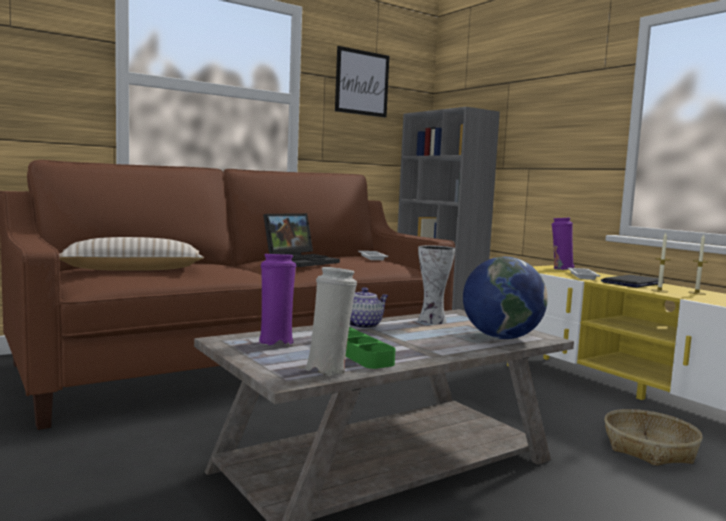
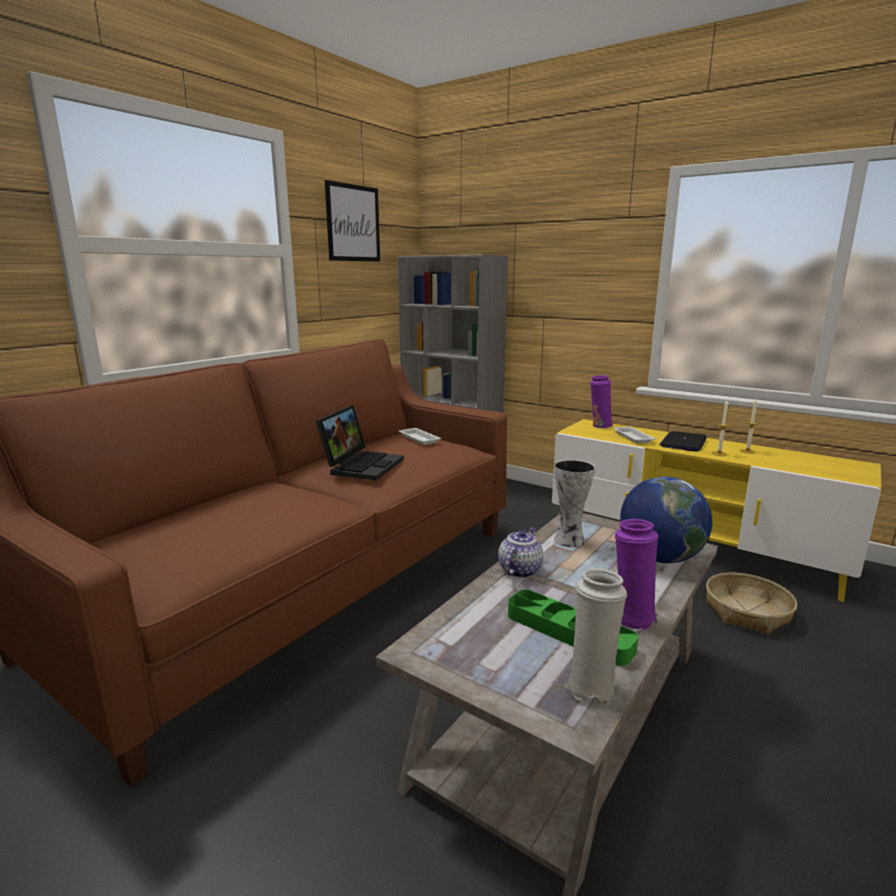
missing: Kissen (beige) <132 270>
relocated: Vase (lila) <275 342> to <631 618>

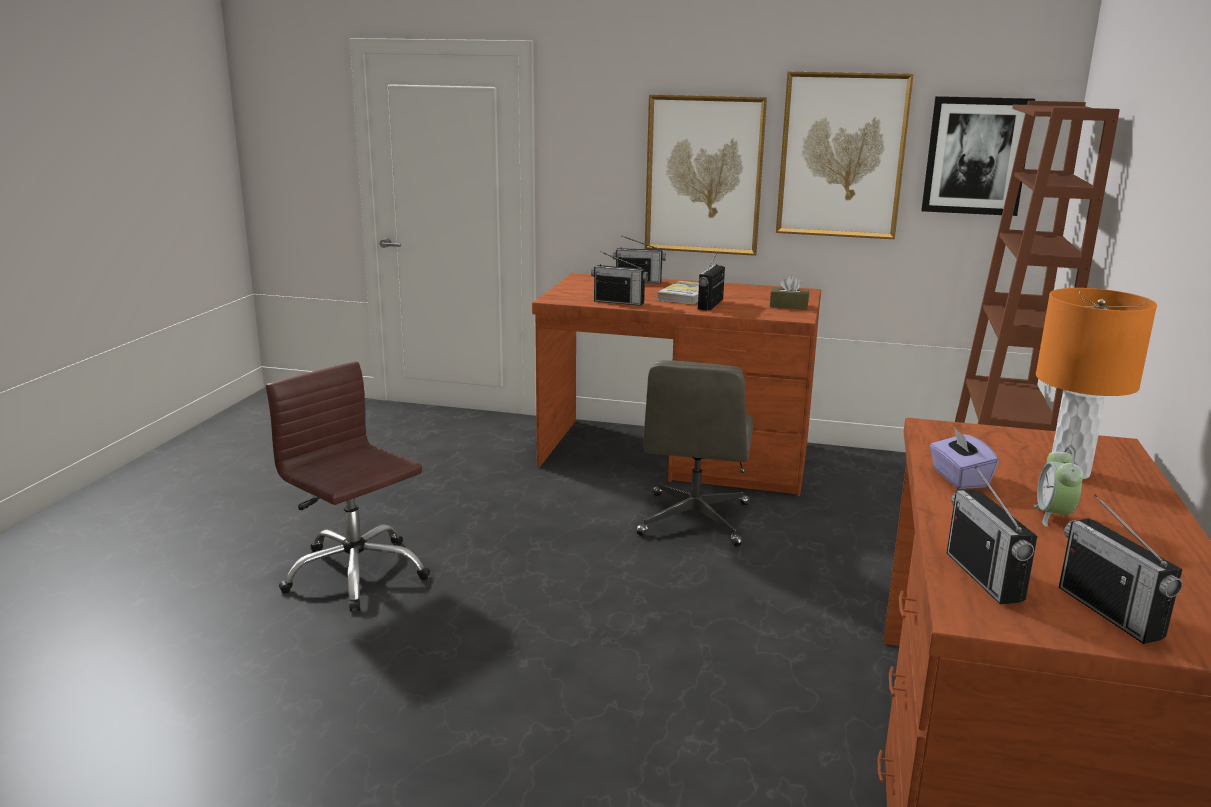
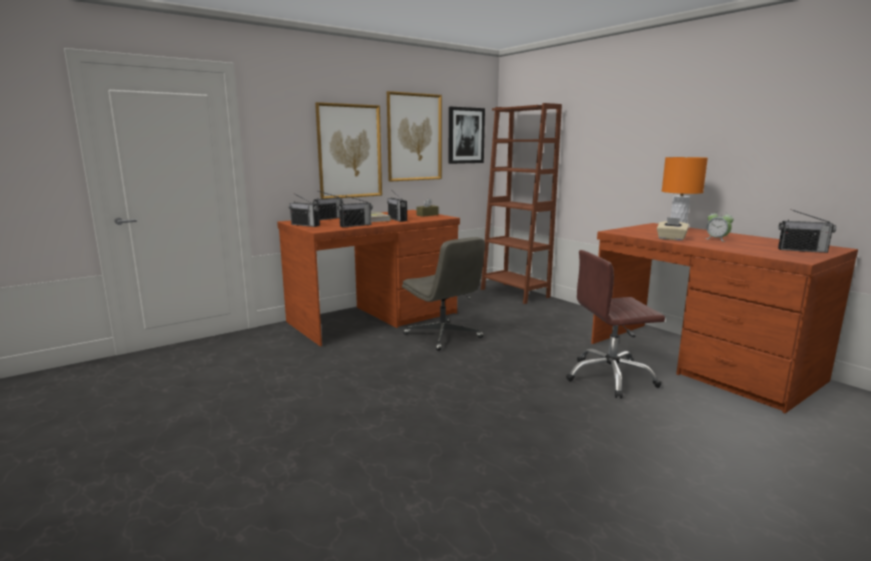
relocated: Radio <984 577> to <305 225>; Bürostuhl (braun) <355 573> to <610 377>
colour: Taschentuchbox (lila) <959 478> to Taschentuchbox (beige) <671 239>

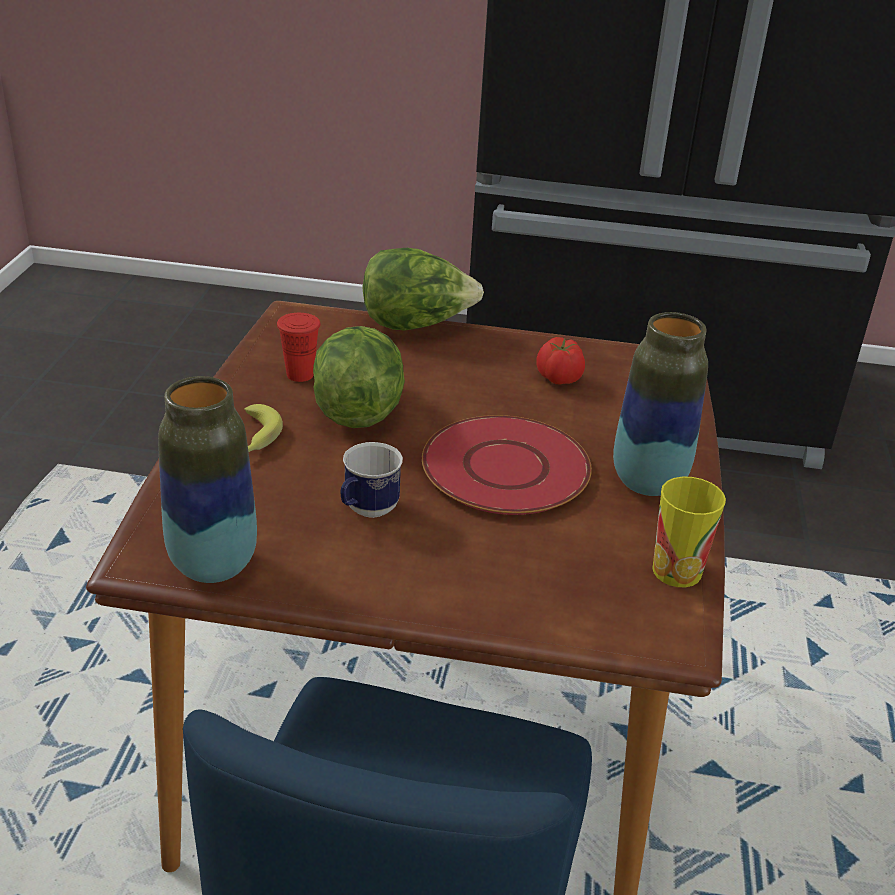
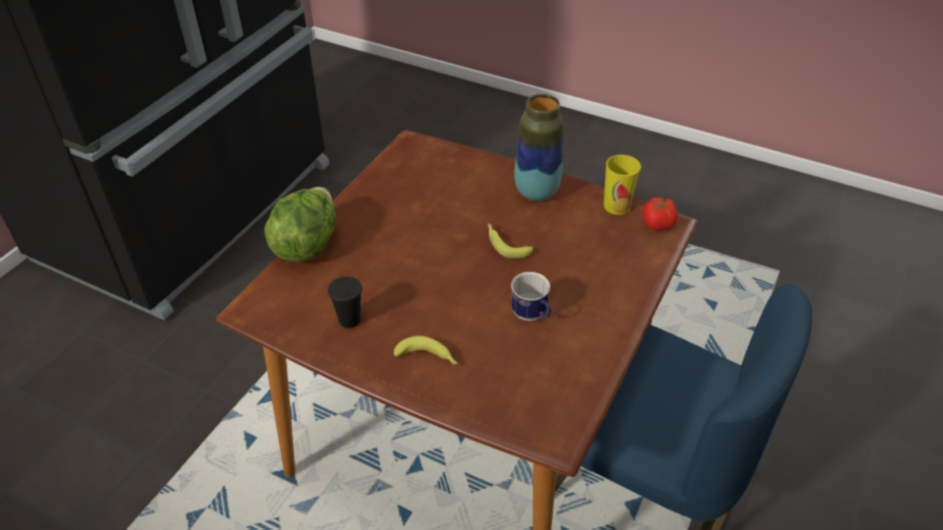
missing: Vase <213 565>; Salatkopf <358 409>
relocated: Tomate <558 379> to <658 224>
exchanged: Teller (rot) <506 468> to Banane <505 244>
colour: Tasse (rot) <300 374> to Tasse (schwarz) <349 320>

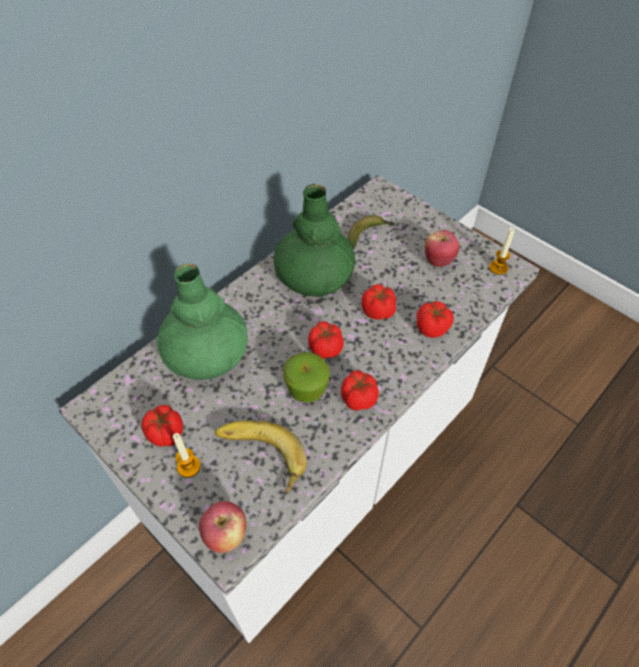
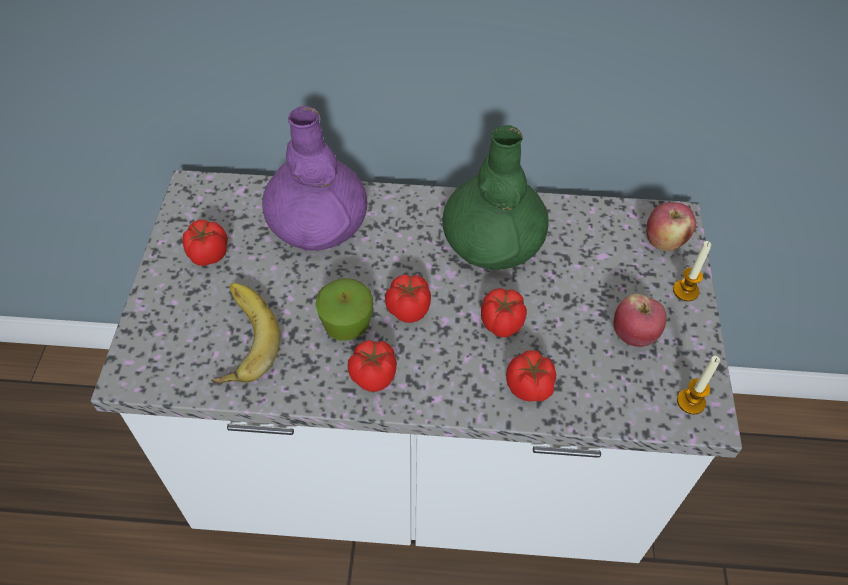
missing: Banane <368 234>
relocated: Apfel <226 535> to <663 241>; Kerze <189 466> to <685 291>
colour: Vase (grün) <207 352> to Vase (lila) <318 222>

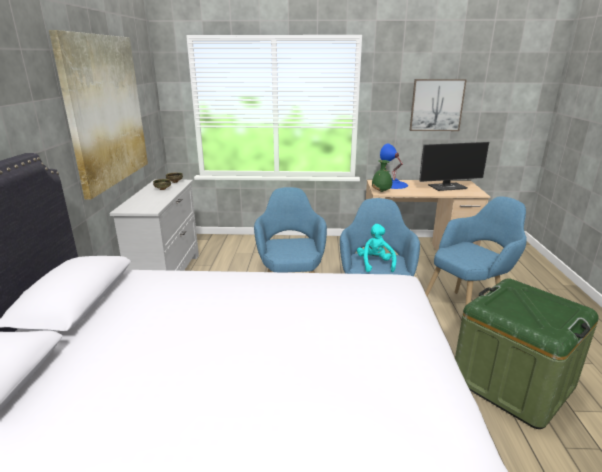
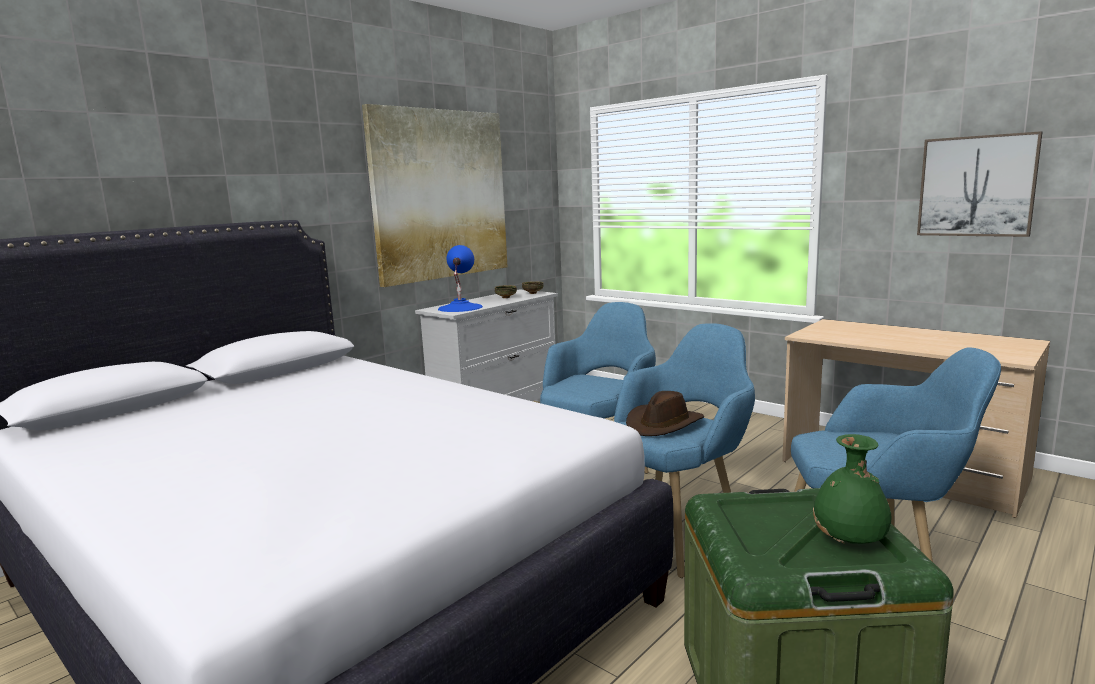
missing: Monitor <448 187>
relocated: Tischlampe (blau) <393 184> to <460 307>; Vase (grün) <381 191> to <849 542>
exchanged: Plüschtier (türkis) <375 264> to Hut (braun) <664 424>

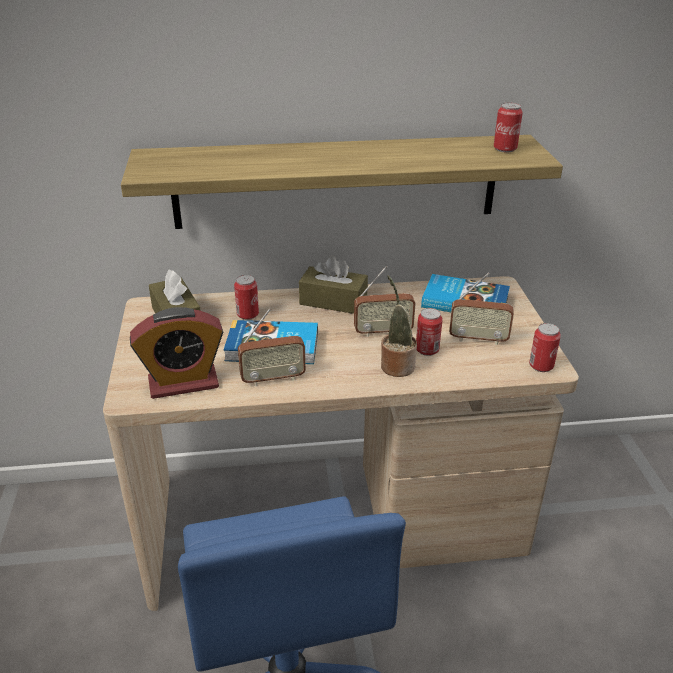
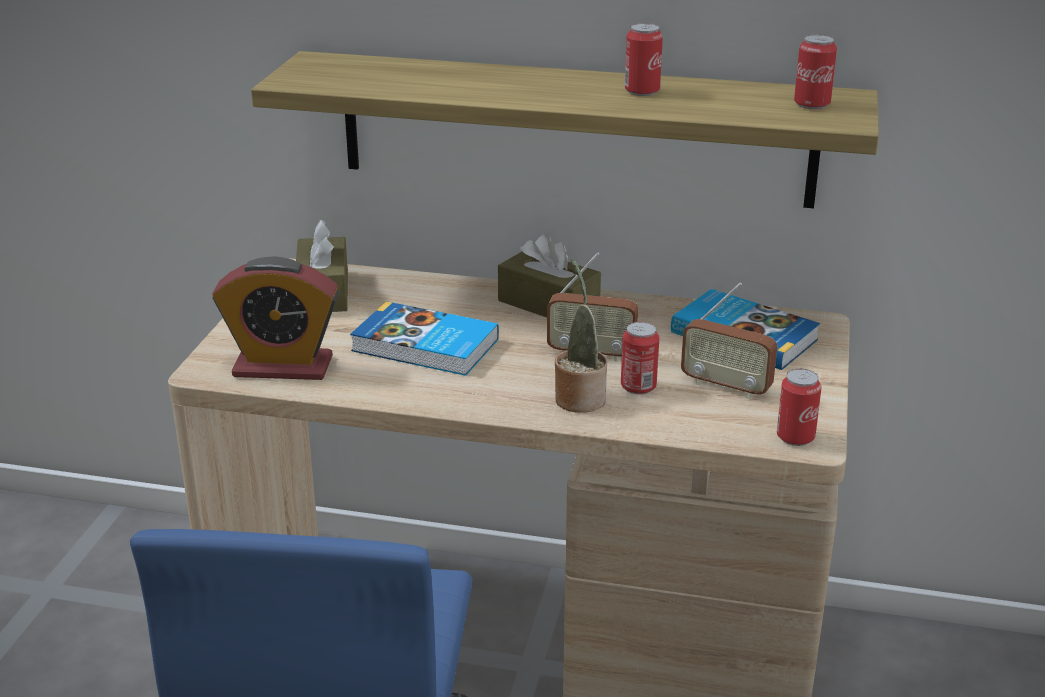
missing: Radio <273 378>
relocated: Dose <247 315> to <642 91>

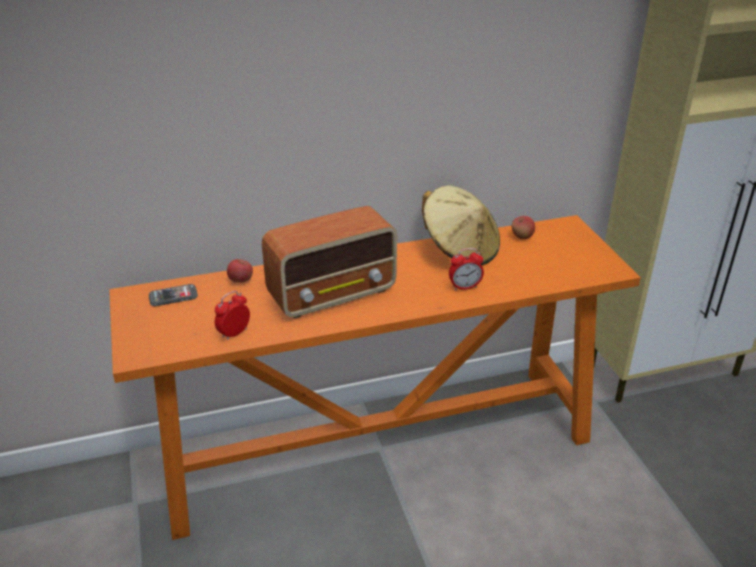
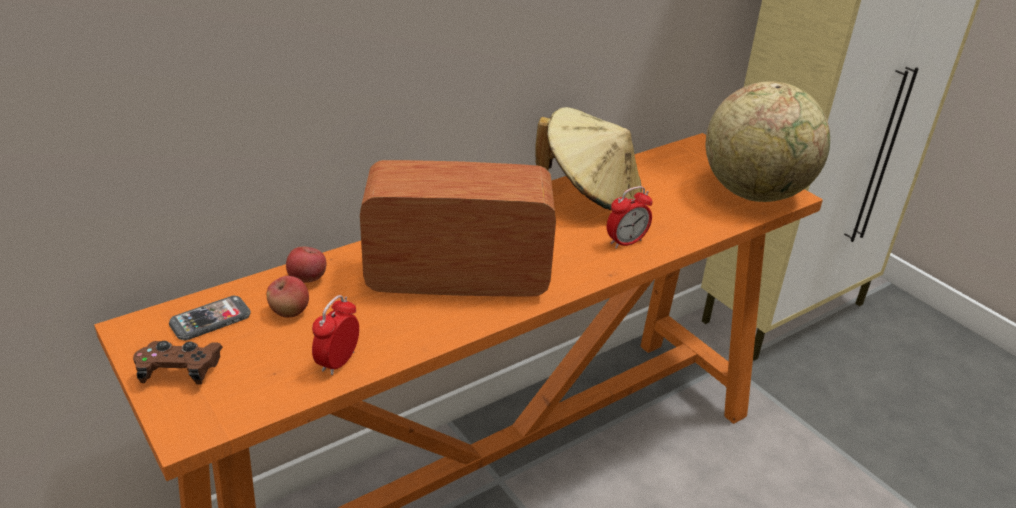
appeared: Gamepad (braun) <180 371>; Globus <755 193>
relocated: Apfel <522 237> to <289 312>
spun: Radio <333 294> = <455 278> 135 degrees counterclockwise

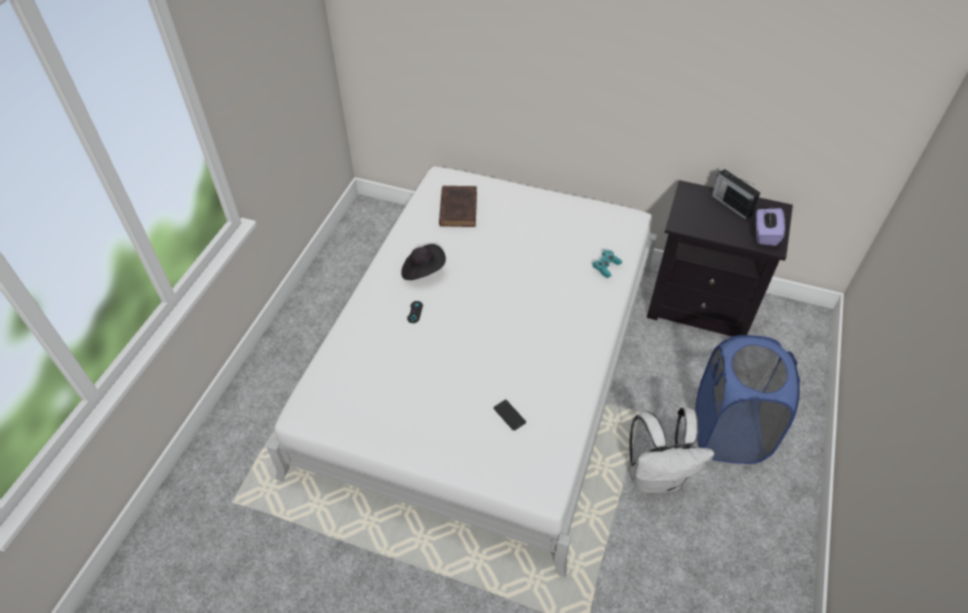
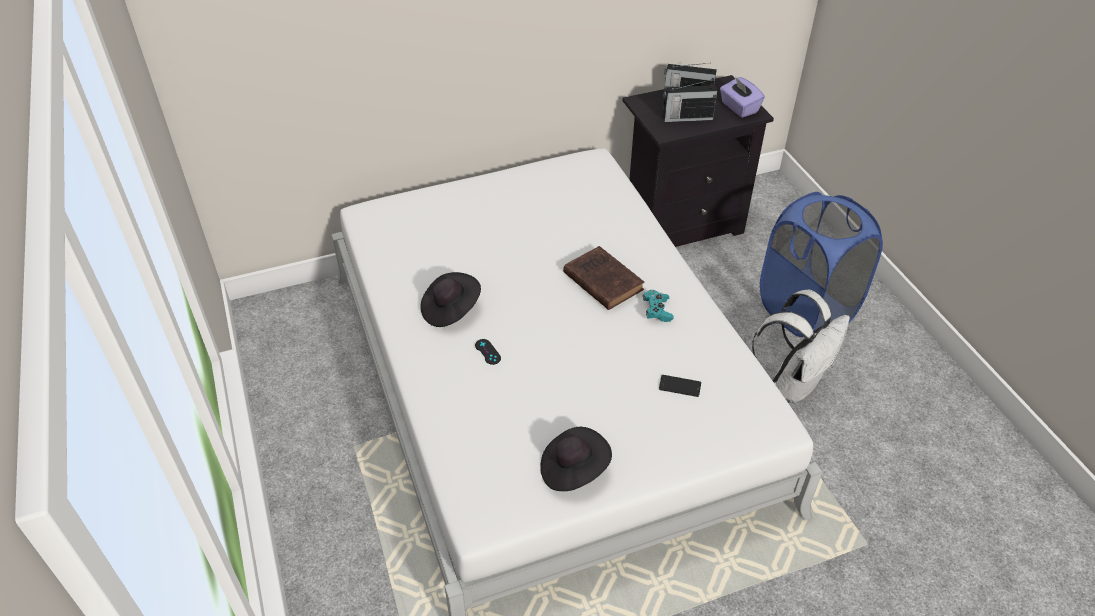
appeared: Hut (schwarz) <573 469>; Radio <686 118>
relocated: Buch (braun) <458 208> to <601 280>; Gamepad (türkis) <606 267> to <657 311>

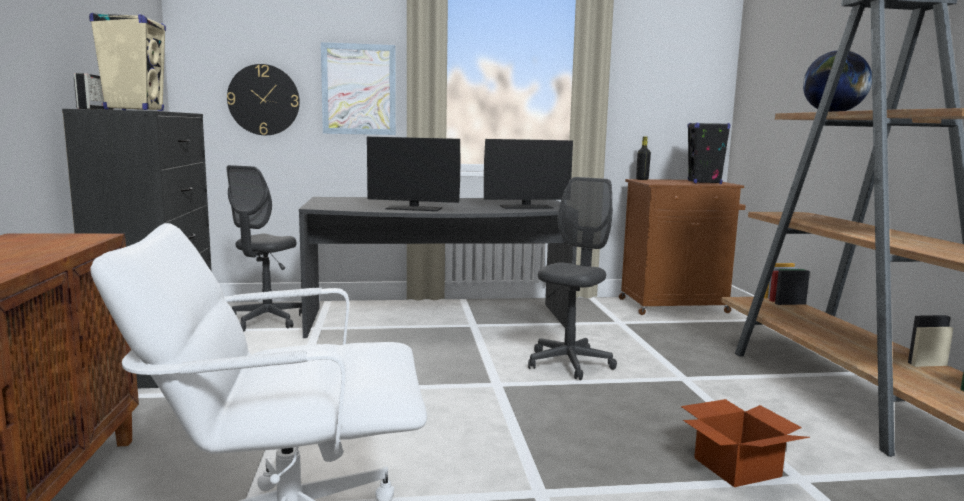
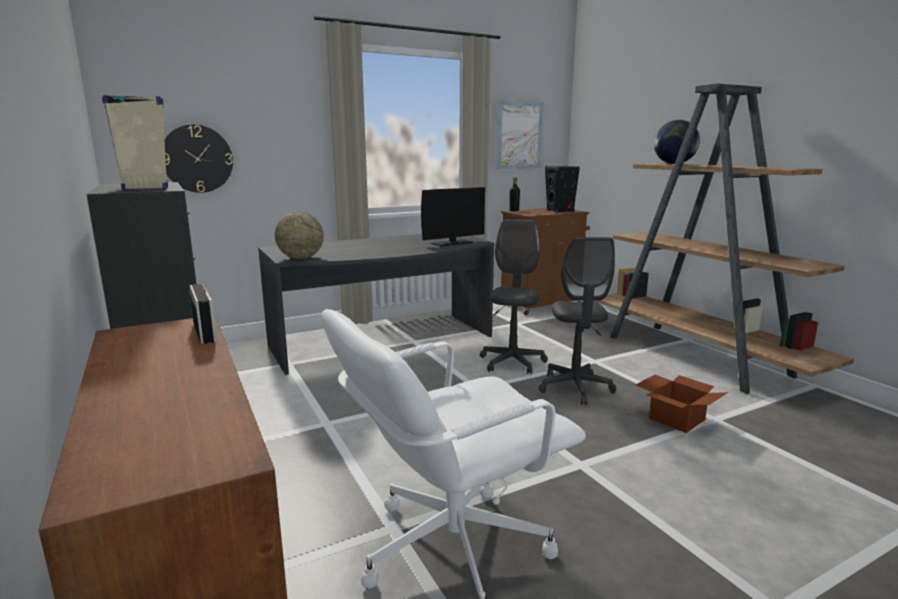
missing: Monitor <413 208>
appeared: Globus <301 258>
relocated: Radio <96 109> to <205 332>; Bild <359 89> to <519 135>; Bürostuhl (grau) <267 320> to <575 388>

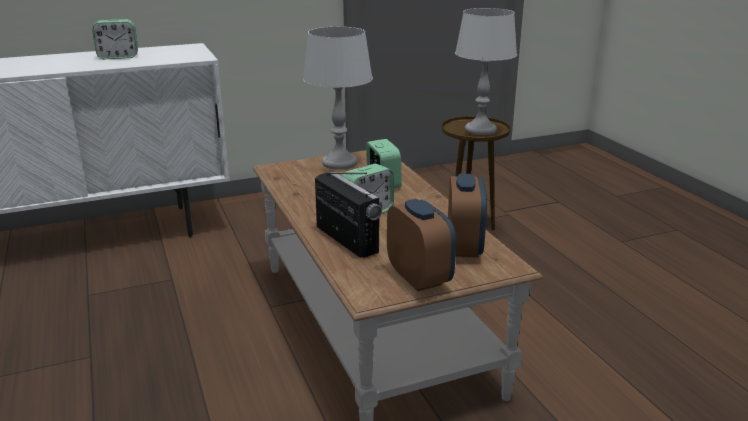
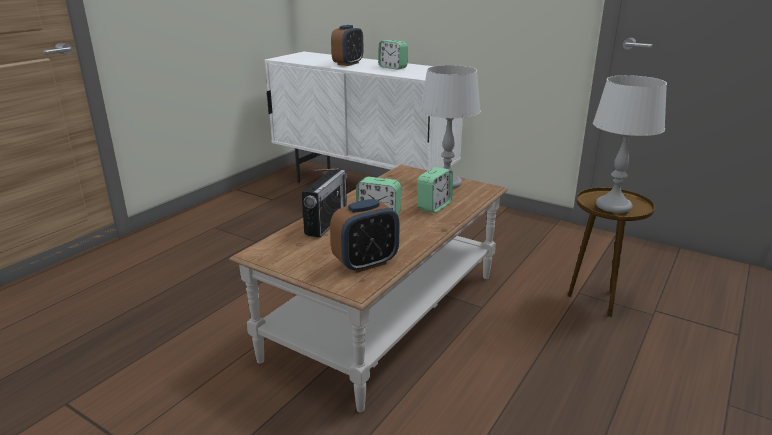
relocated: Wecker <419 278> to <348 63>

